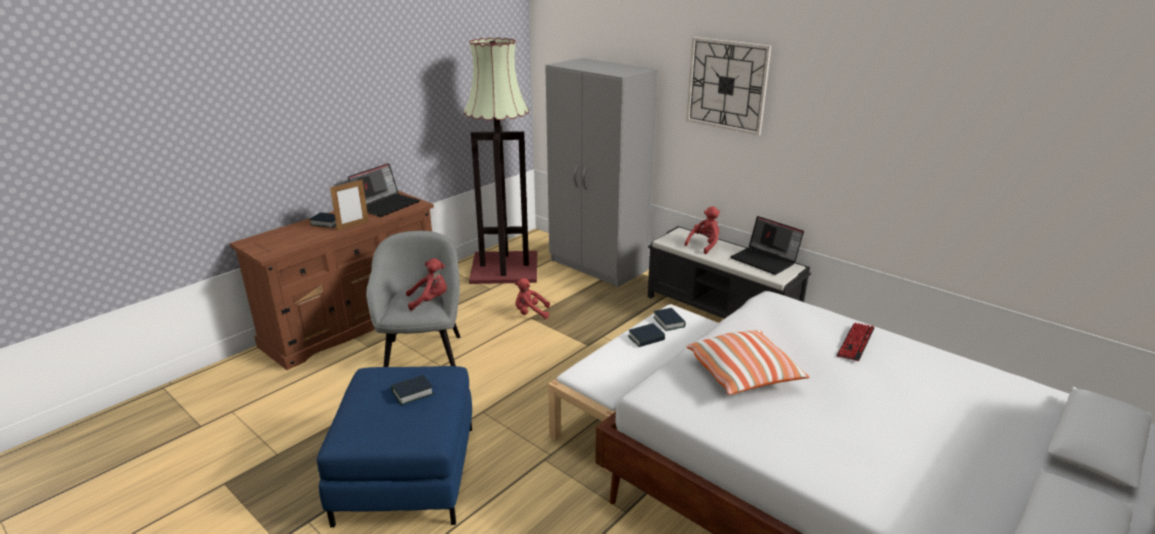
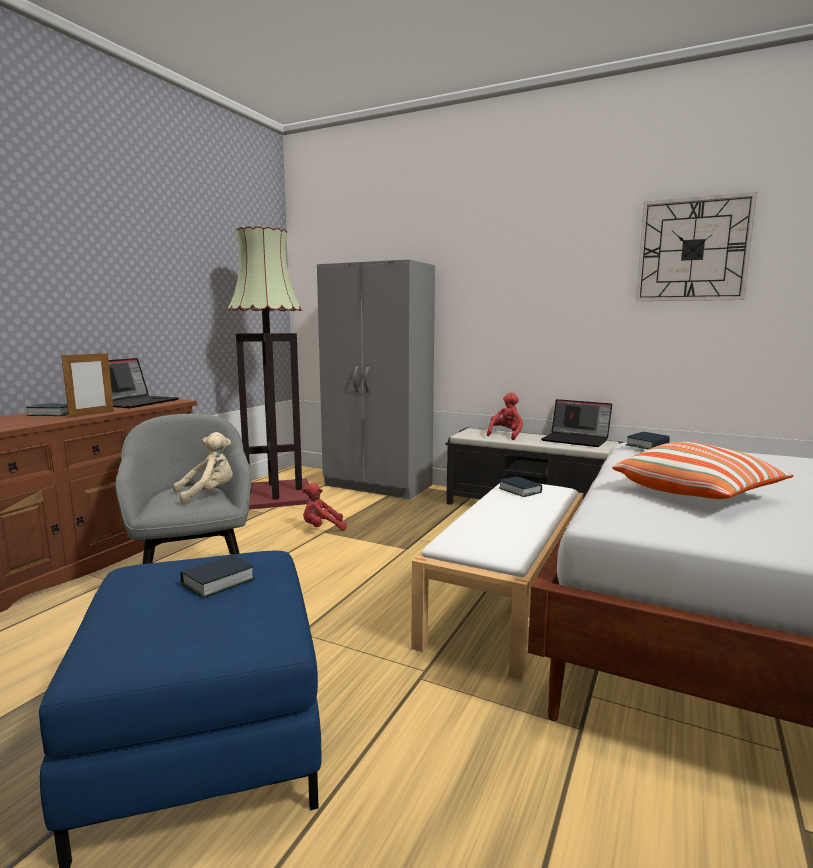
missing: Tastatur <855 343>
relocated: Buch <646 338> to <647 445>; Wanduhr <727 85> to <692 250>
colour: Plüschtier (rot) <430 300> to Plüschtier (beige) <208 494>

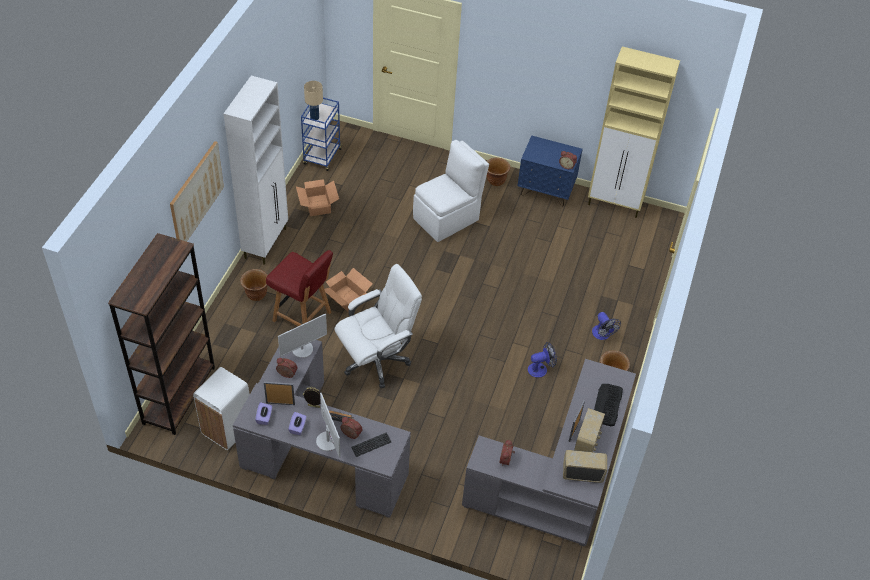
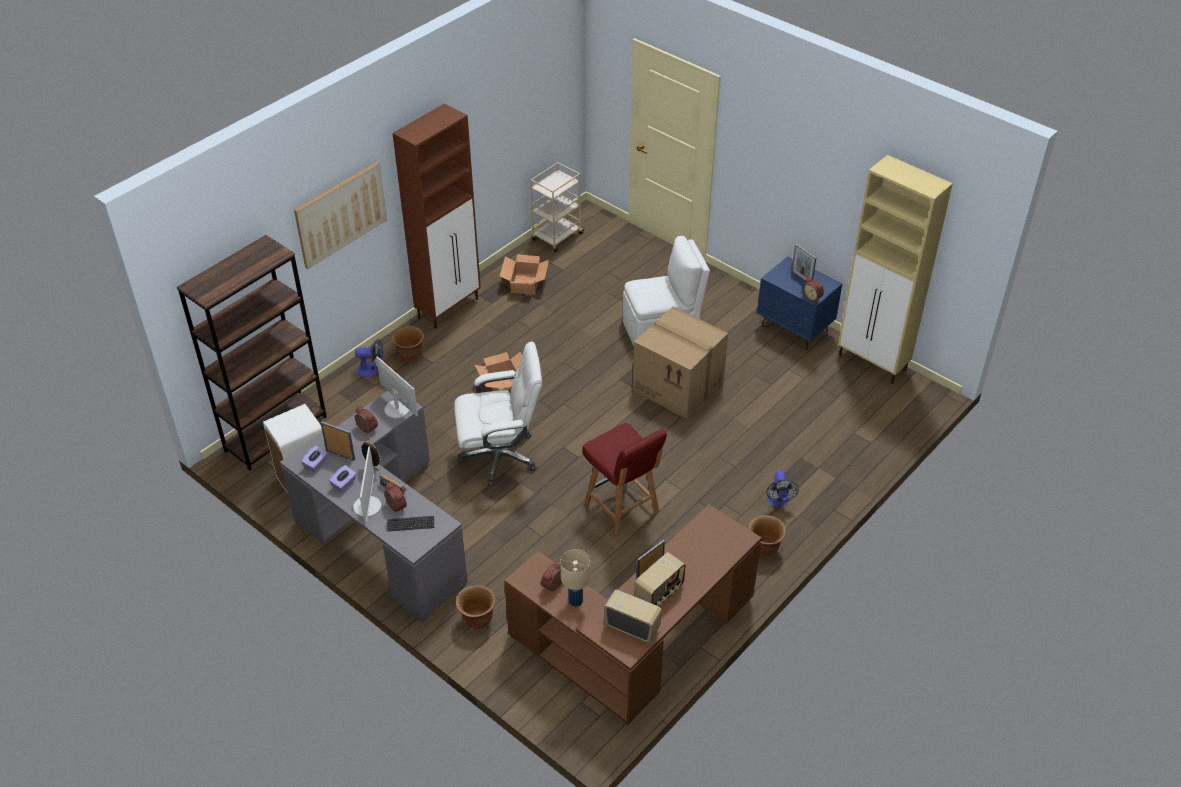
missing: Tastatur <607 405>
appeared: Karton <679 385>; Bilderrahmen <801 278>
relocated: Ventilator <540 369> to <372 370>; Pflanzkübel (braun) <495 181> to <477 620>; Tischlampe (beige) <314 117> to <576 601>; Stuhl (rot) <303 317> to <622 508>
colour: Schrank (weiß) <266 243> to Schrank (braun) <449 308>; Schreibtisch (grau) <559 480> to Schreibtisch (braun) <638 644>; Rollwagen (blau) <322 157> to Rollwagen (beige) <557 237>
spun: Monitor <302 349> = <397 409> 120 degrees counterclockwise

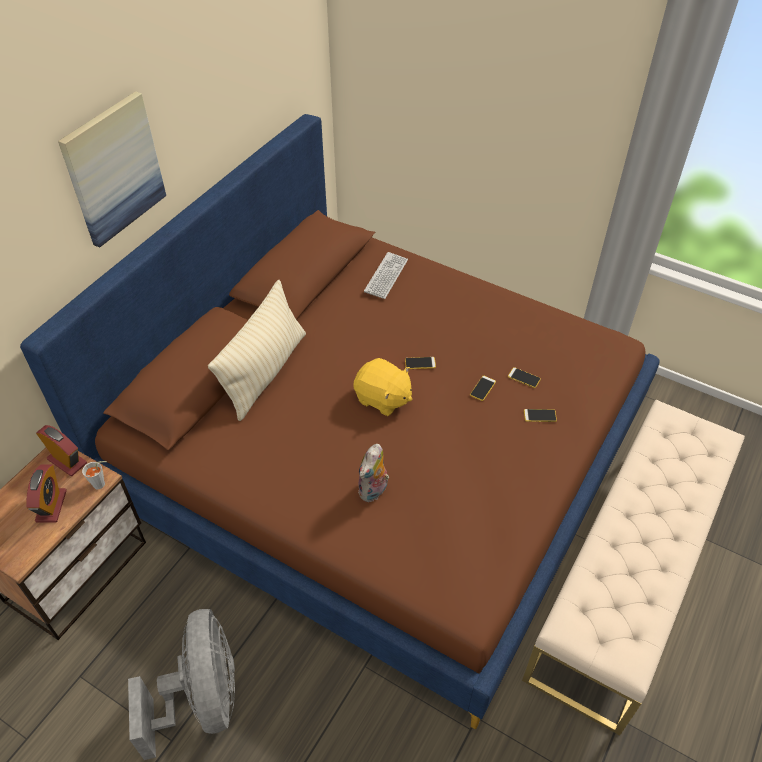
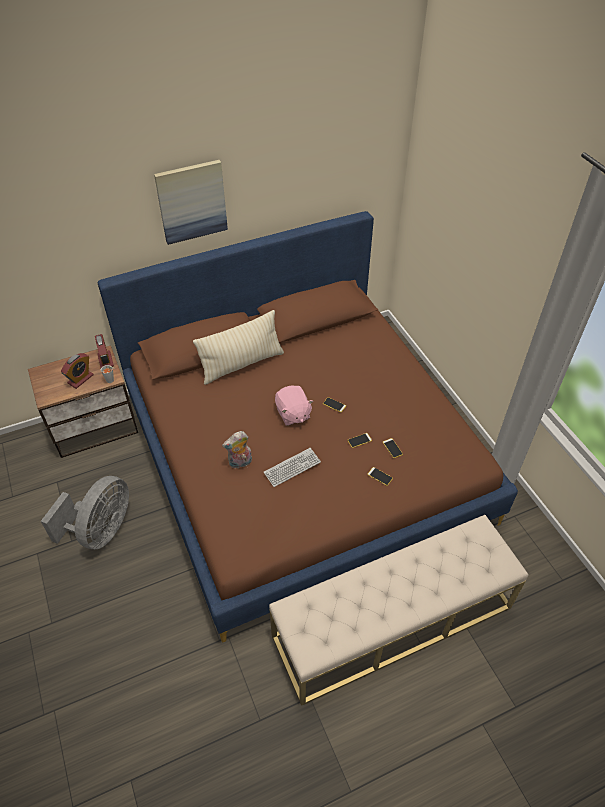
relocated: Tastatur <386 276> to <292 468>
colour: Plüschtier (gelb) <383 399> to Plüschtier (rosa) <293 414>

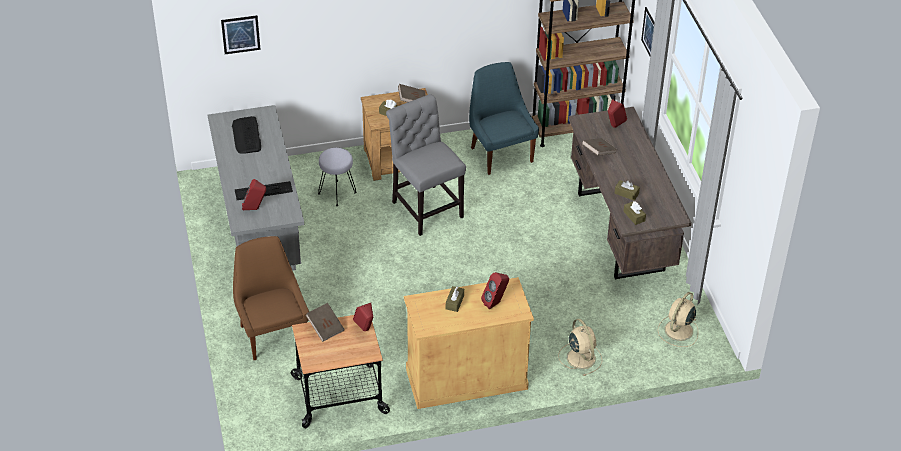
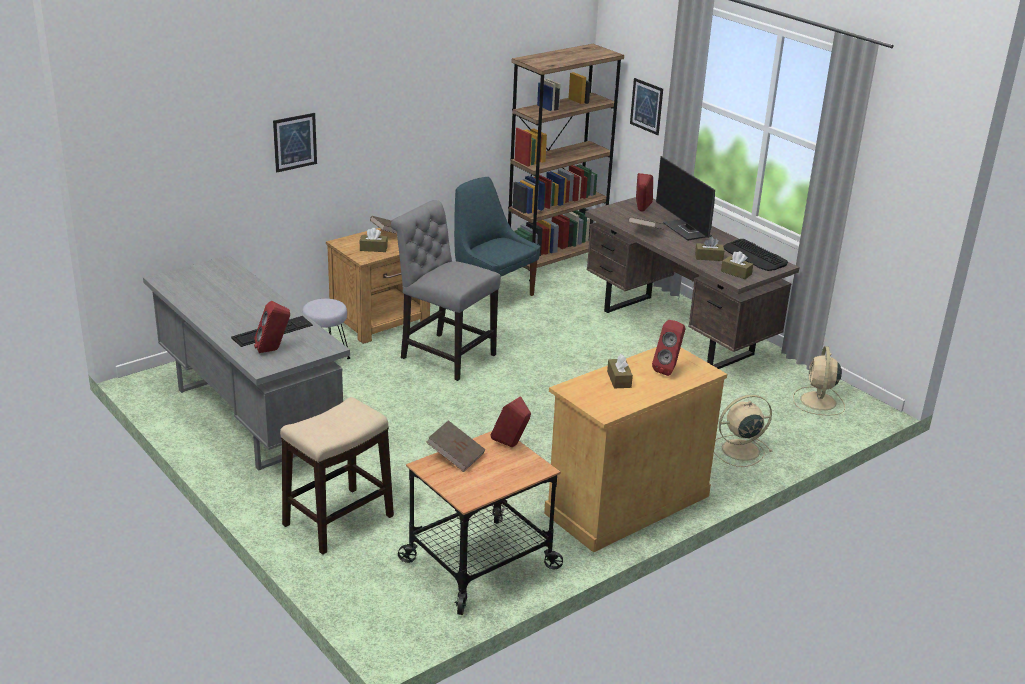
appeared: Monitor <687 230>
relocated: Bild <240 34> to <295 142>; Tastatur <246 136> to <754 256>
exchanged: Stuhl (braun) <272 333> to Hocker <339 520>
spun: Ventilator (beige) <580 357> = <739 450> 60 degrees counterclockwise

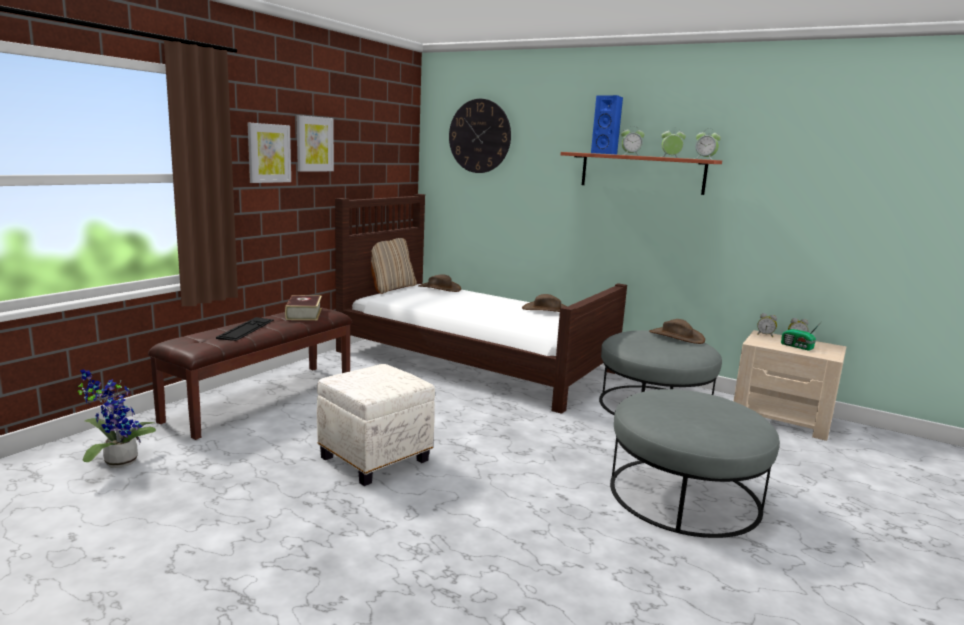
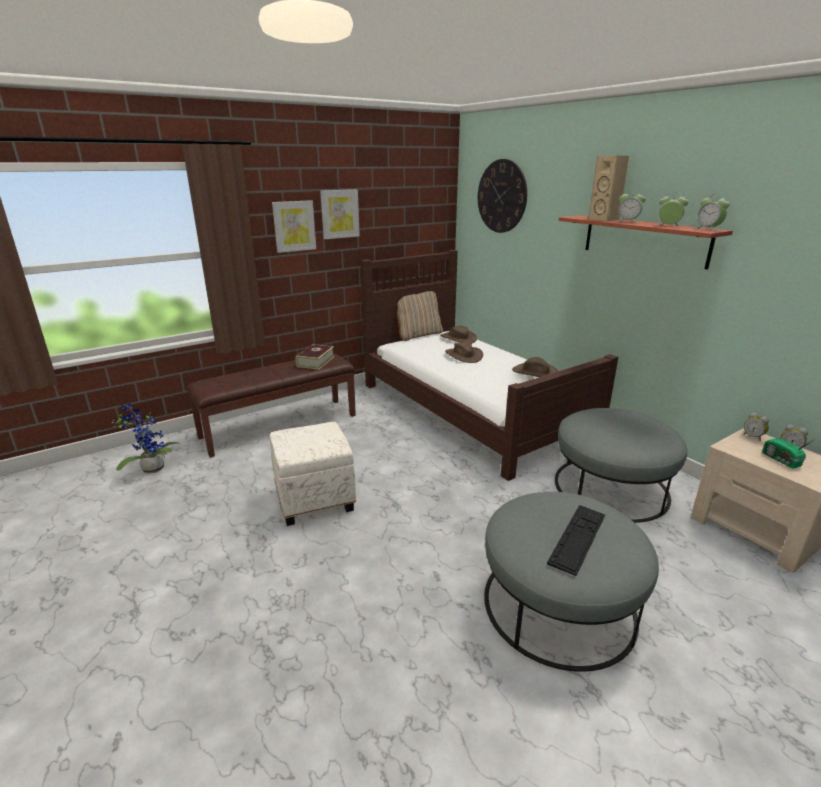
relocated: Hut (braun) <676 337> to <463 355>; Tastatur <246 329> to <577 538>
colour: Lautsprecher (blau) <605 153> to Lautsprecher (beige) <605 219>

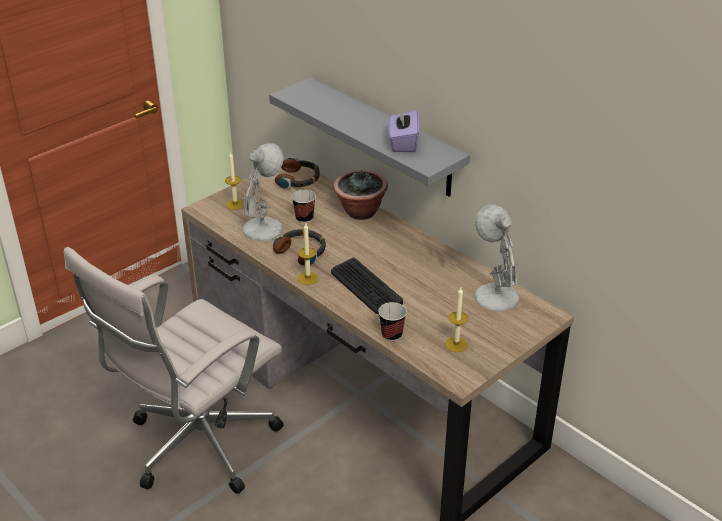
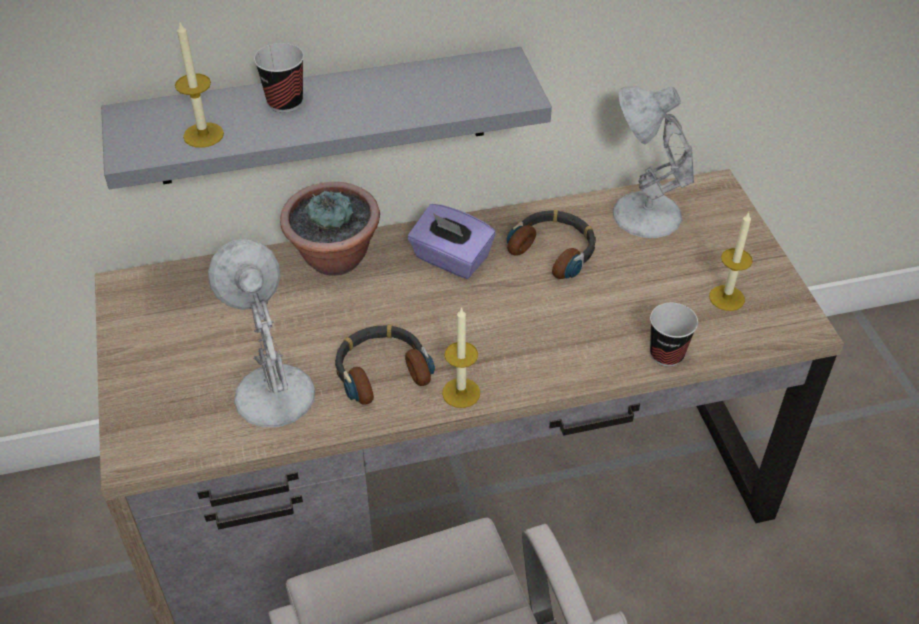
missing: Tastatur <365 287>
relocated: Kerze <235 204> to <203 135>; Tasse <304 218> to <285 102>; Taschentuchbox (lila) <403 143> to <451 259>; Kopfhörer <298 179> to <554 250>

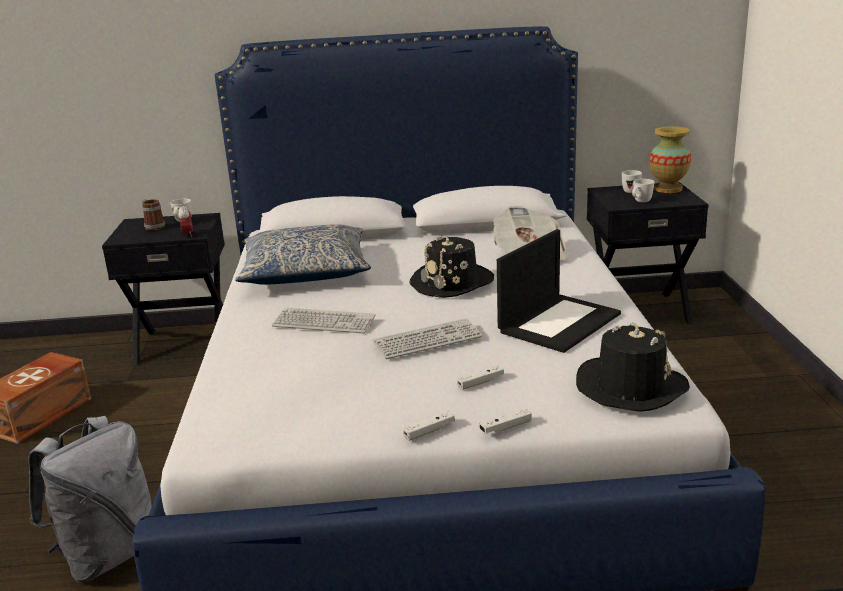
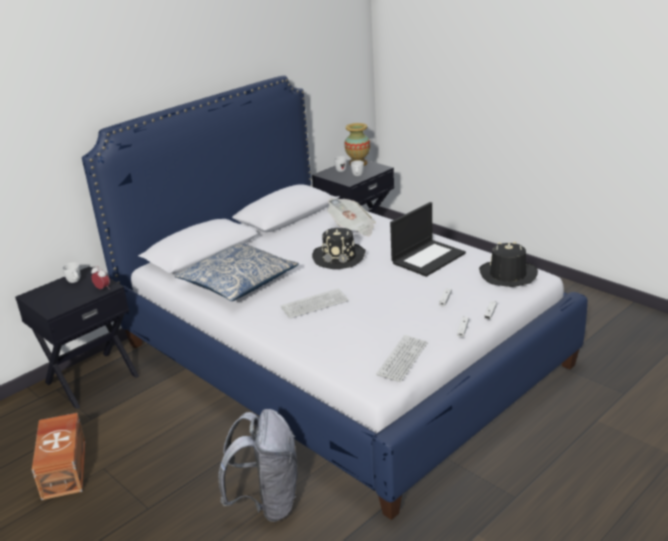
missing: Henkelbecher <153 226>
relocated: Tastatur <427 340> to <402 359>
spun: Laptop <559 322> = <428 257> 45 degrees clockwise

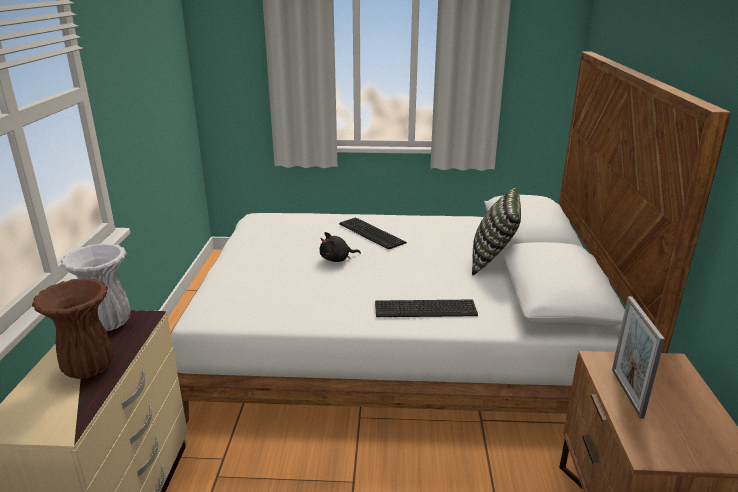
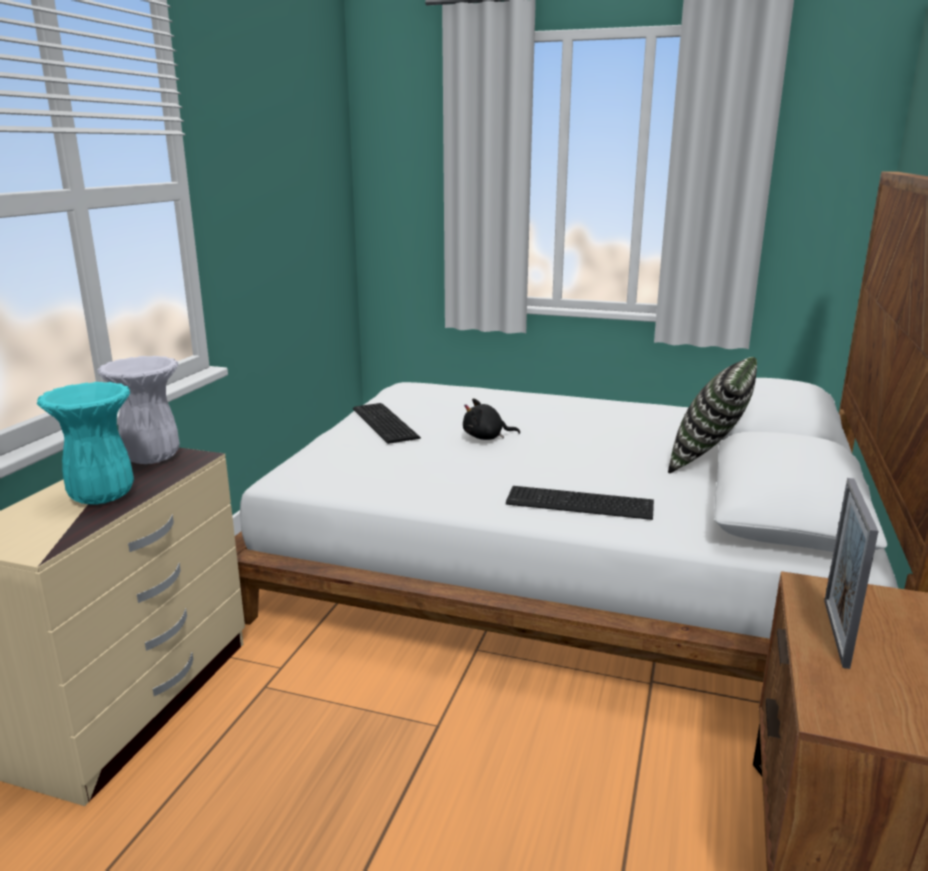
relocated: Tastatur <371 234> to <383 423>
colour: Vase (braun) <90 368> to Vase (türkis) <103 497>

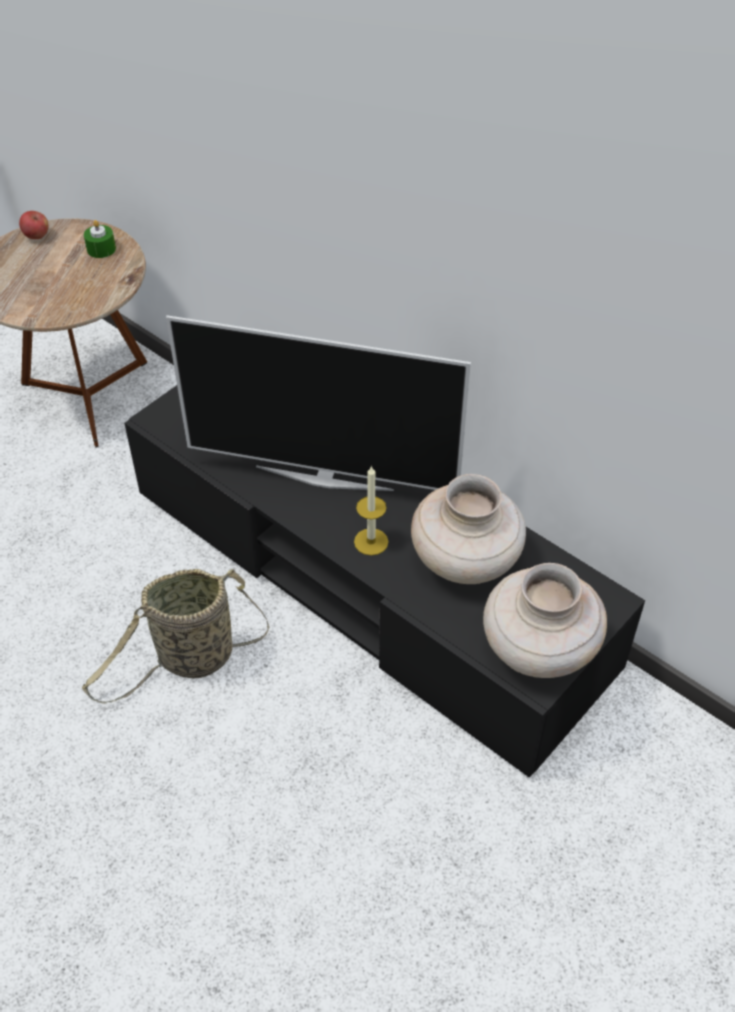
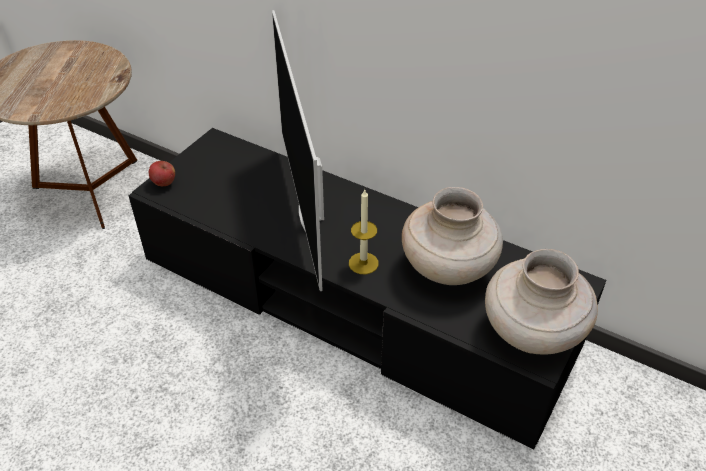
missing: Korb <191 660>; Kerze (grün) <101 249>
relocated: Apfel <36 236> to <164 183>
spun: Fernseher <325 477> = <311 217> 75 degrees clockwise

